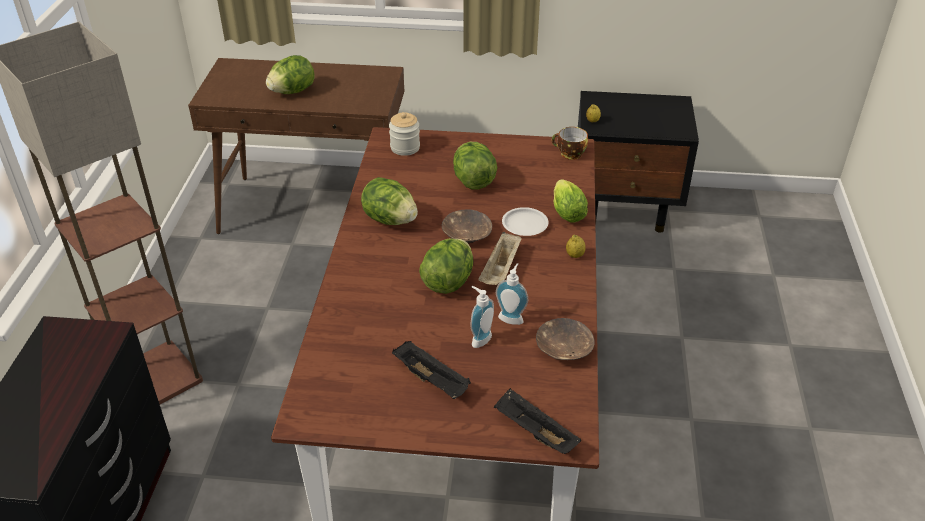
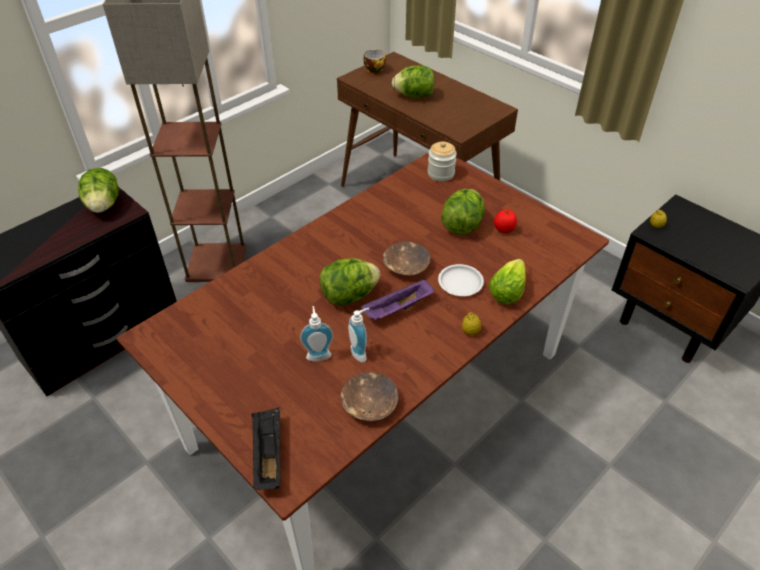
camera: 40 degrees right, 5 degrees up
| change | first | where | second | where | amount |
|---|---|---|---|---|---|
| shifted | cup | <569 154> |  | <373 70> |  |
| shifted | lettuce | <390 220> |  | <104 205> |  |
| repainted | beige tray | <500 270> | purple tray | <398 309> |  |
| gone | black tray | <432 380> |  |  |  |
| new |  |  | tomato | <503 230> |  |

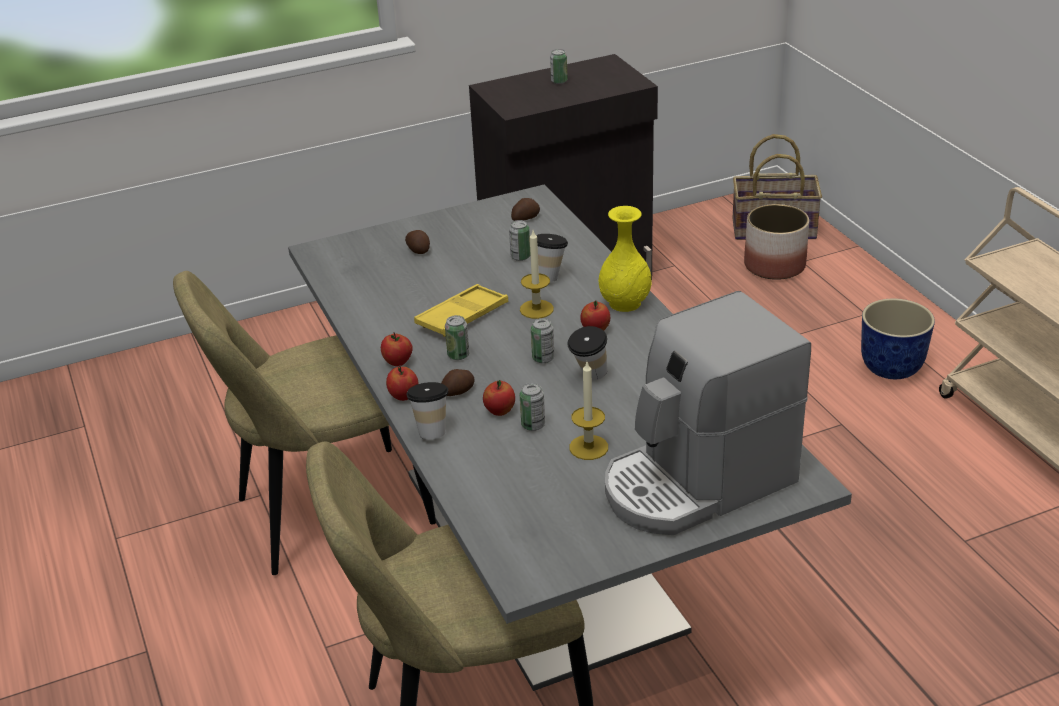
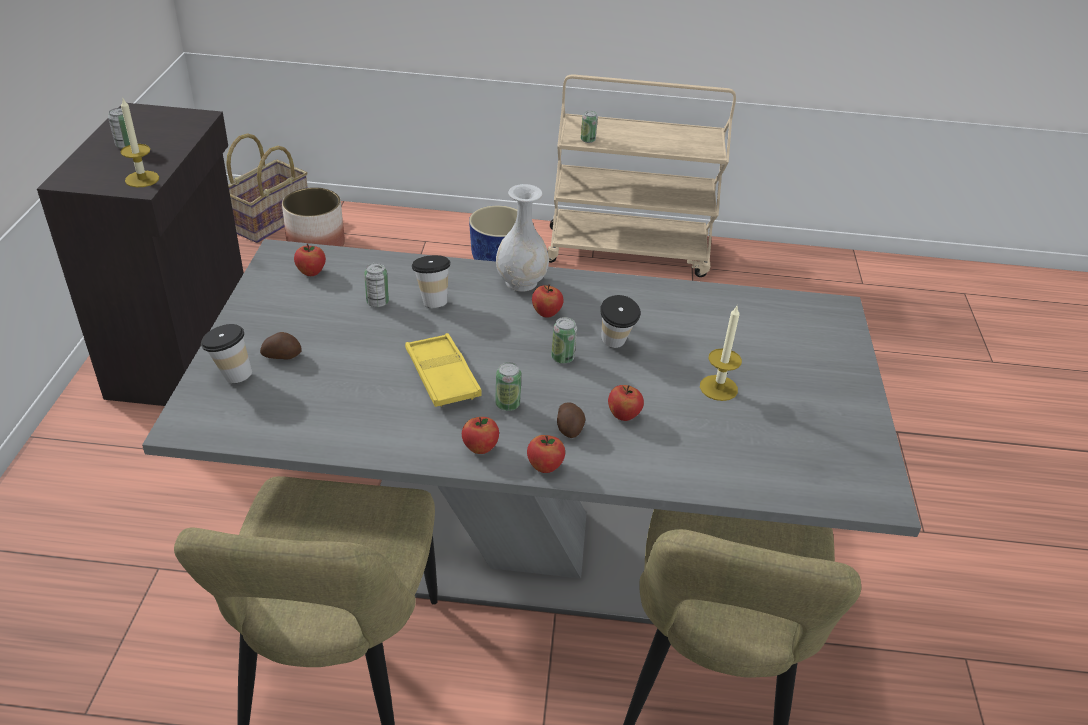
camera: 65 degrees left, 5 degrees up
| change | first | where | second | where | amount |
|---|---|---|---|---|---|
| swapped | potato | <525 218> | apple | <311 272> |  |
| repainted | yellow vase | <625 303> | white vase | <522 282> |  |
| shifted | candle | <536 309> |  | <142 179> |  |
| gone | coffee machine | <697 483> |  |  |  |
| shifted | cup | <431 430> |  | <231 375> |  |
| shifted | can | <533 425> |  | <588 140> |  |

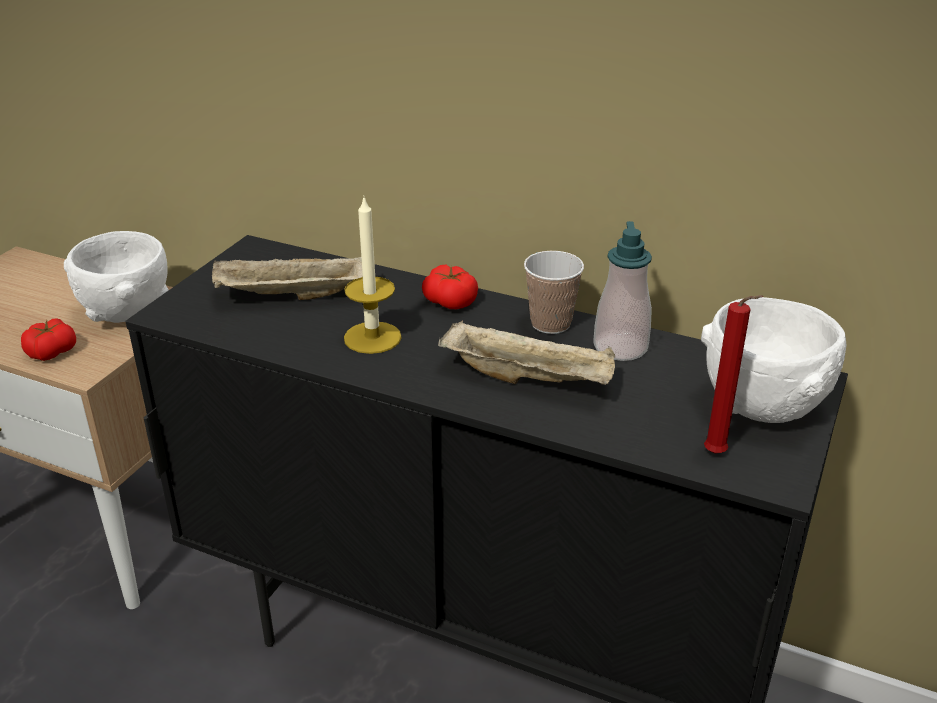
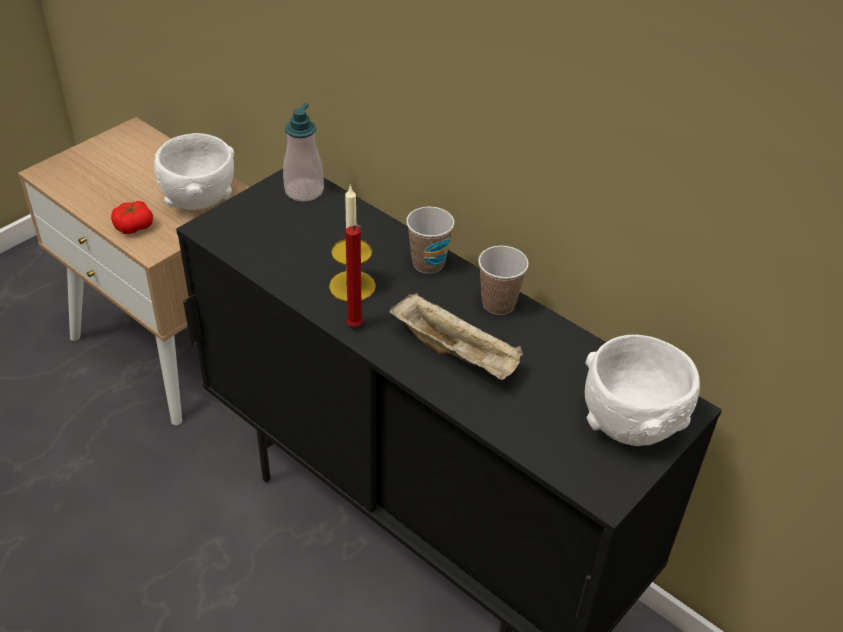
camera: 15 degrees right, 10 degrees up
| change | first | where | second | where | amount |
|---|---|---|---|---|---|
| shifted | soap dispenser | <620 347> |  | <304 191> |  |
| gone | beige tray | <291 296> |  |  |  |
| swapped | tomato | <450 301> | cup | <428 263> |  |
| shifted | red candle | <718 455> |  | <356 327> |  |

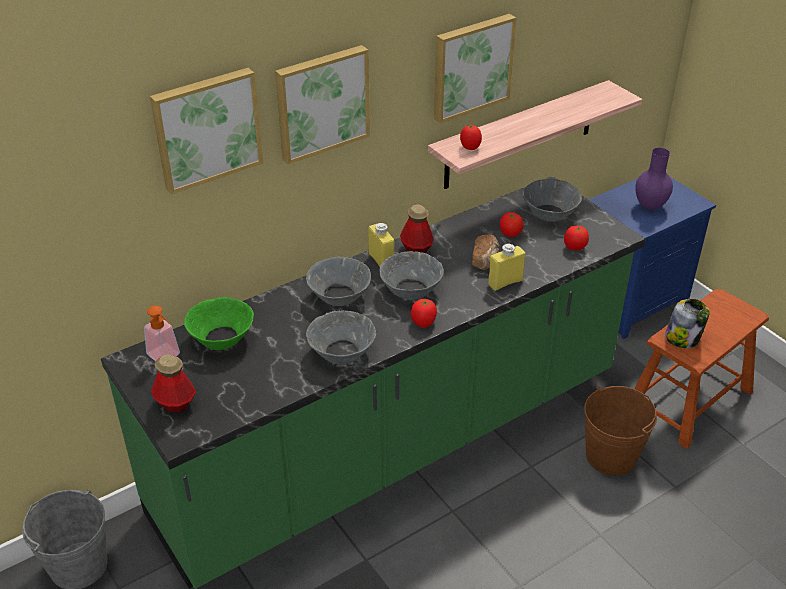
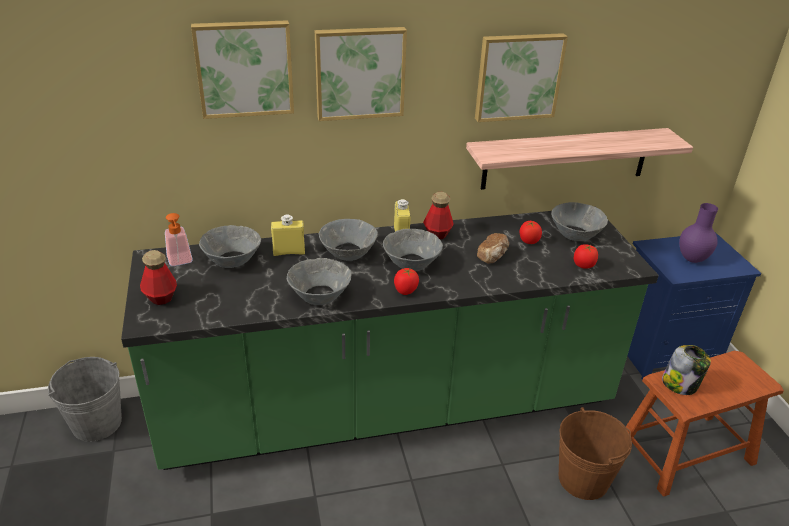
camera: 20 degrees right, 5 degrees down
| change | first | where | second | where | amount |
|---|---|---|---|---|---|
| gone | tomato | <470 147> |  |  |  |
| shifted | yellow bottle | <505 282> |  | <289 252> |  |
| repainted | green bowl | <222 338> | grey bowl | <232 260> |  |

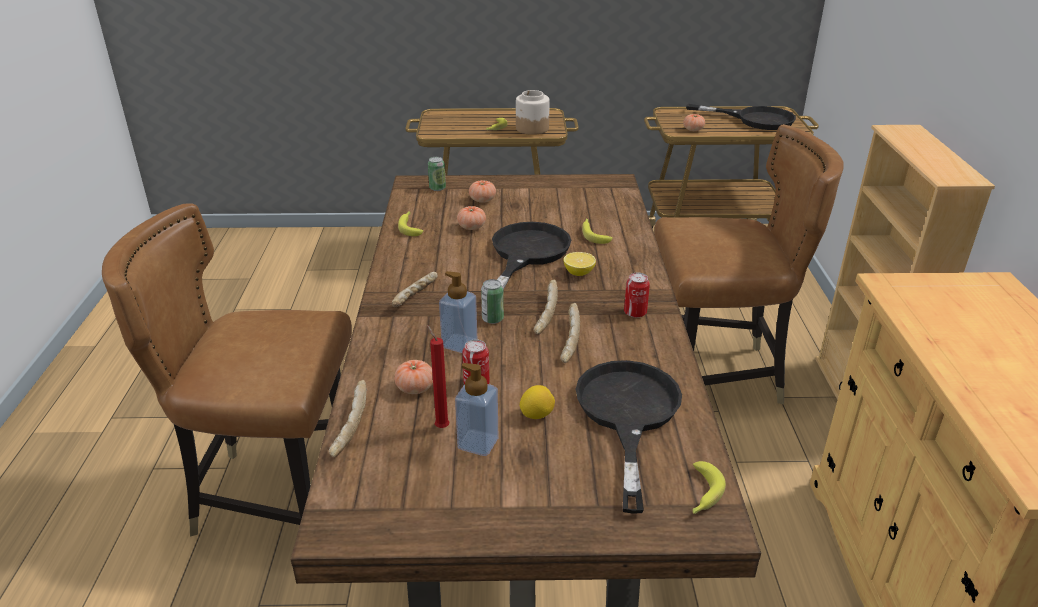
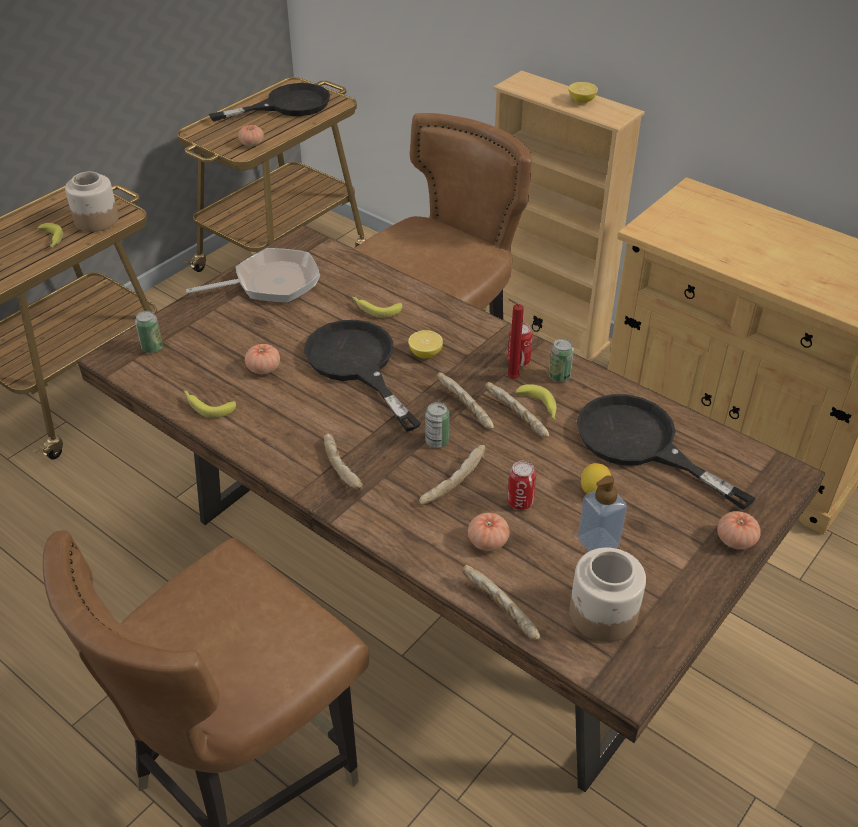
camera: 50 degrees left, 10 degrees up
| change | first | where | second | where | amount |
|---|---|---|---|---|---|
| shifted | tomato | <482 200> |  | <735 540> |  |
| swapped | soap dispenser | <459 344> | bread | <452 481> |  |
| shifted | red candle | <440 426> |  | <511 378> |  |
| shifted | banana | <701 495> |  | <539 407> |  |
| new |  |  | lemon | <581 101> |  |
| new |  |  | frying pan | <271 283> |  |
| new |  |  | can | <559 376> |  |
| new |  |  | jar | <602 615> |  |

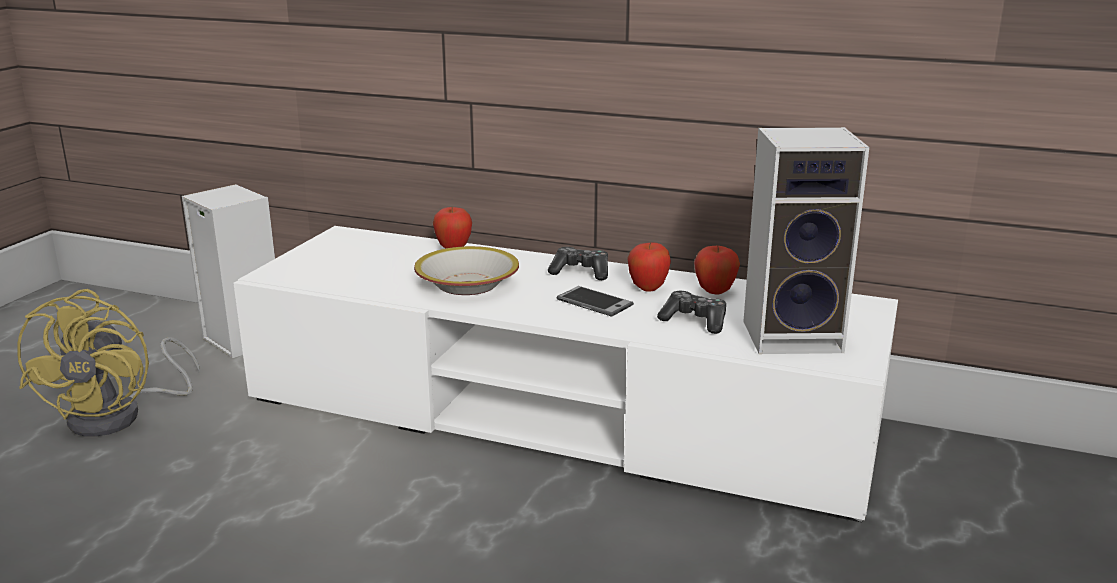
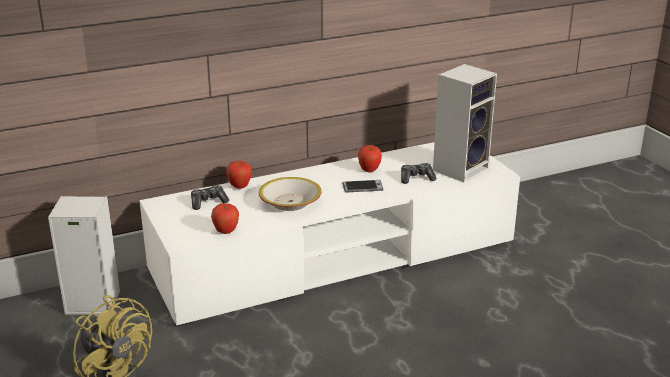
camera: 45 degrees left, 5 degrees up
| change | first | where | second | where | amount |
|---|---|---|---|---|---|
| shifted | apple | <715 292> |  | <226 232> |  |
| shifted | game controller | <581 272> |  | <208 202> |  |

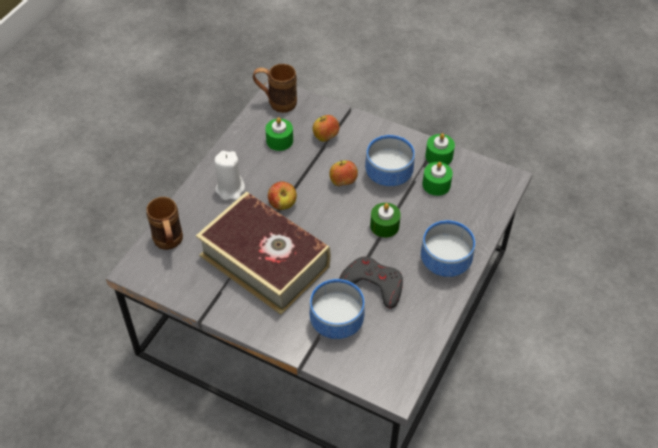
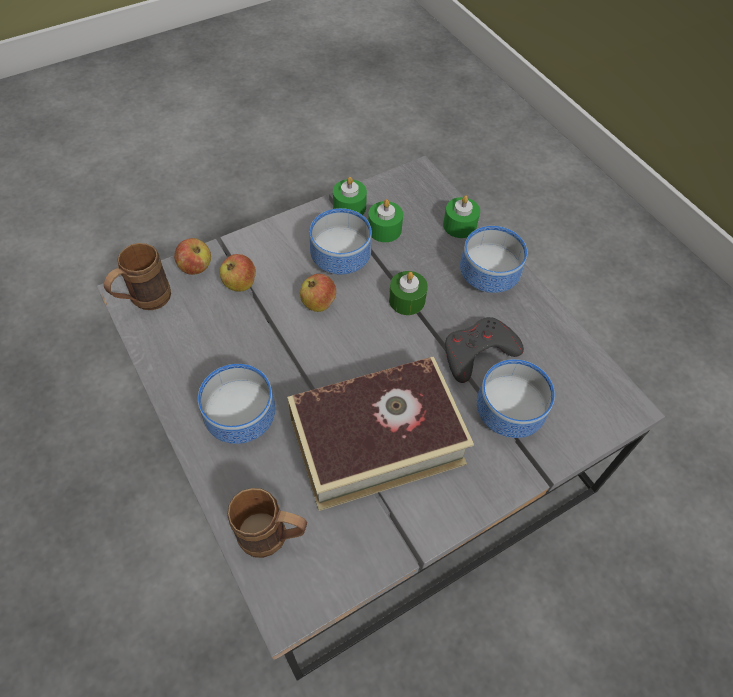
camera: 60 degrees left, 5 degrees up
| change | first | where | second | where | amount |
|---|---|---|---|---|---|
| shifted | green candle | <279 140> |  | <459 225> |  |
| swapped | white candle | <230 189> | bowl | <238 420> |  |
| shifted | apple | <282 204> |  | <196 267> |  |

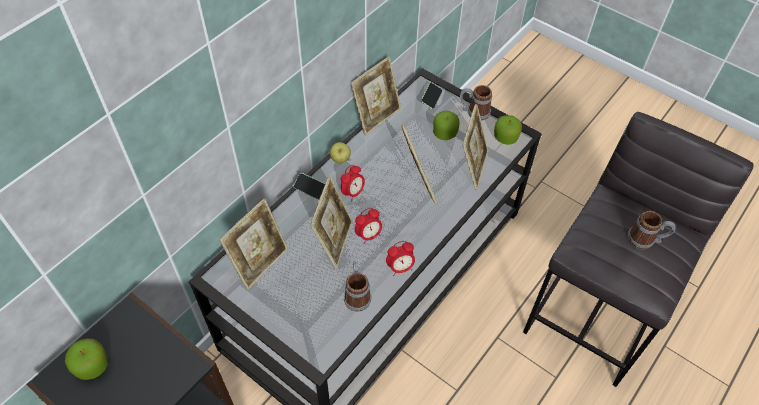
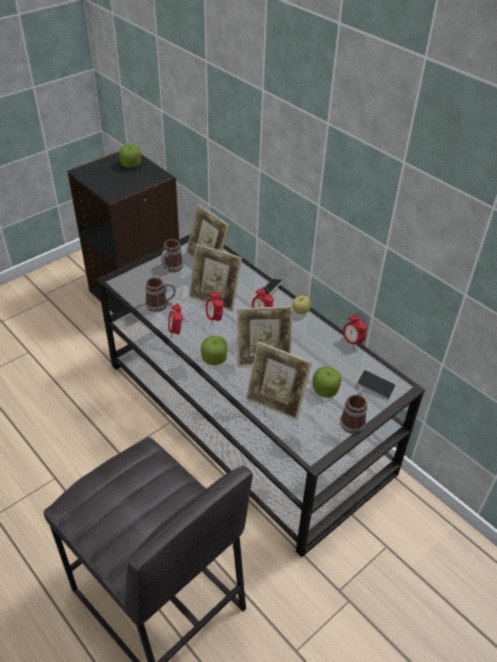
camera: 100 degrees right, 10 degrees down
| change | first | where | second | where | amount |
|---|---|---|---|---|---|
| swapped | picture frame | <376 116> | alarm clock | <352 342> |  |
| shifted | apple | <505 137> |  | <214 359> |  |
| shifted | mug | <646 240> |  | <171 268> |  |

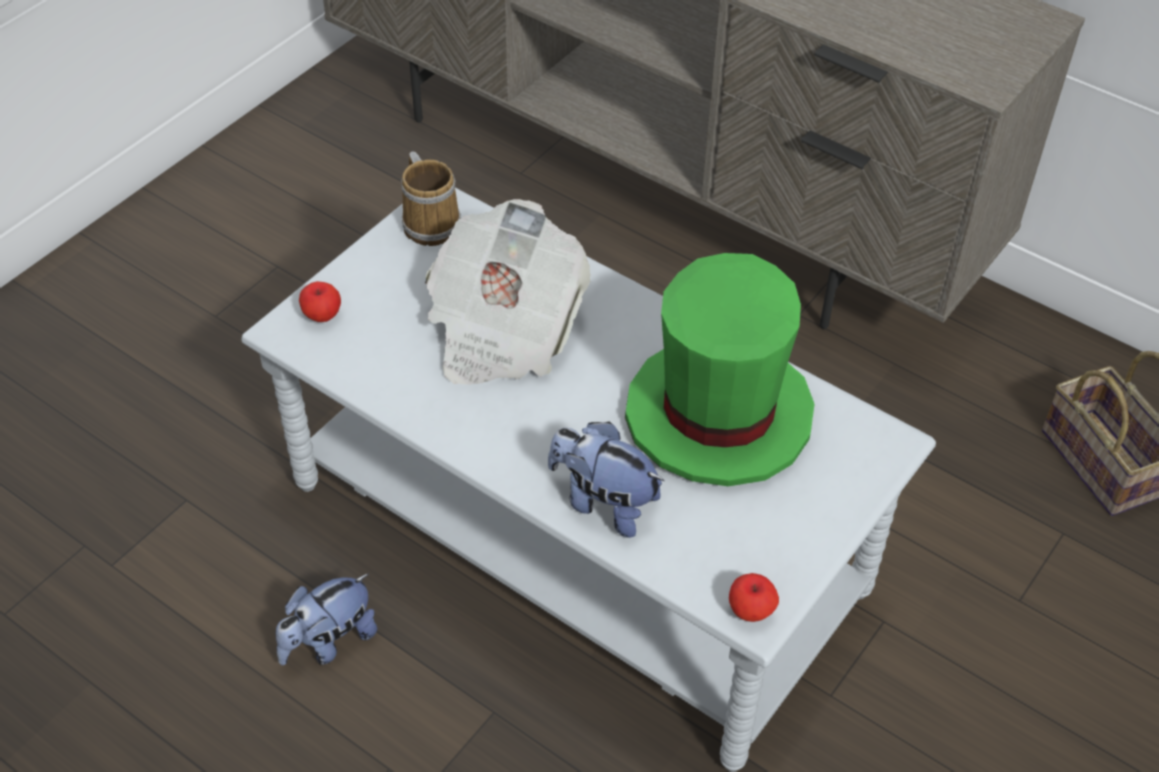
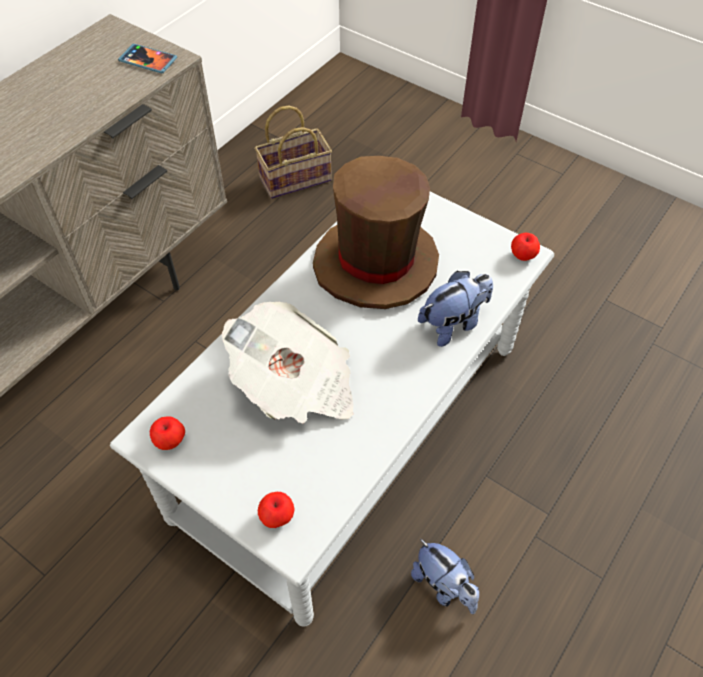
camera: 90 degrees left, 5 degrees up
| change | first | where | second | where | amount |
|---|---|---|---|---|---|
| swapped | mug | <432 222> | apple | <170 441> |  |
| repainted | green hat | <718 415> | brown hat | <376 264> |  |
| rotated | plush toy | <603 502> |  | <453 323> | 150 degrees counterclockwise |
| new |  |  | phone | <148 60> |  |

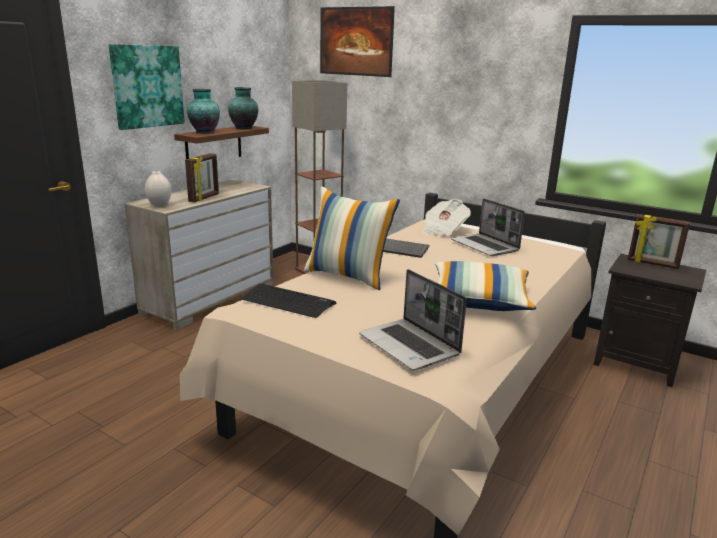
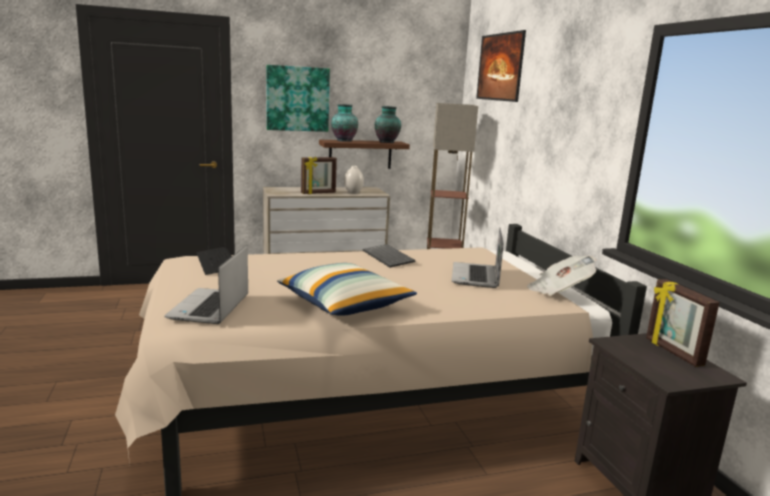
camera: 40 degrees right, 5 degrees down
| change | first | where | second | where | amount |
|---|---|---|---|---|---|
| shifted | white vase | <159 205> |  | <353 193> |  |
| gone | pillow | <348 276> |  |  |  |
| shifted | newspaper | <443 230> |  | <559 290> |  |

